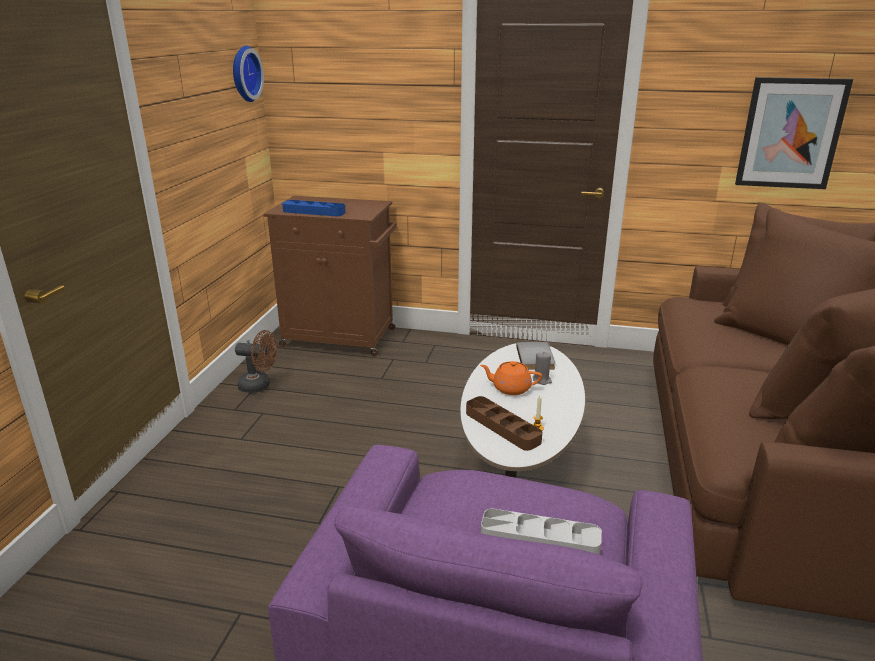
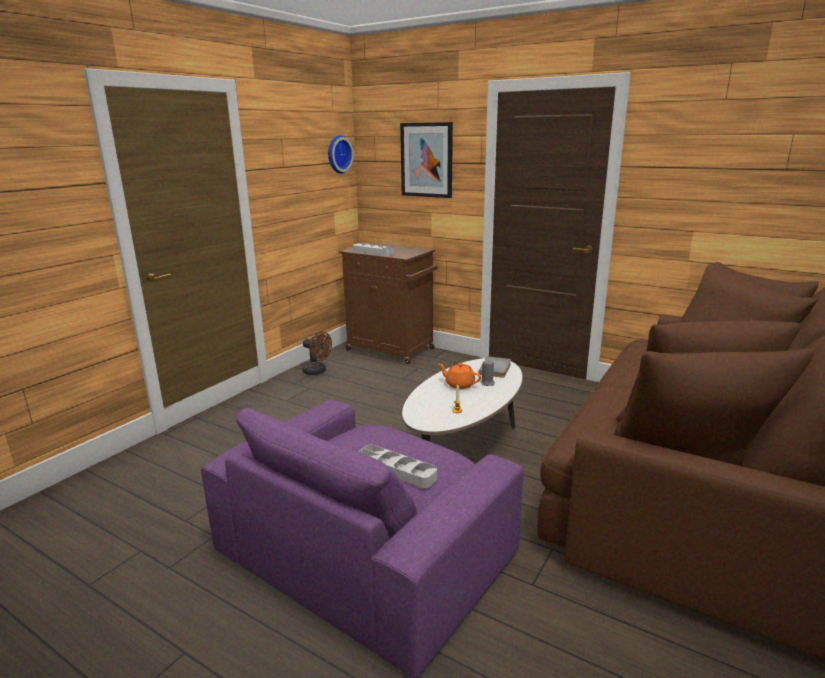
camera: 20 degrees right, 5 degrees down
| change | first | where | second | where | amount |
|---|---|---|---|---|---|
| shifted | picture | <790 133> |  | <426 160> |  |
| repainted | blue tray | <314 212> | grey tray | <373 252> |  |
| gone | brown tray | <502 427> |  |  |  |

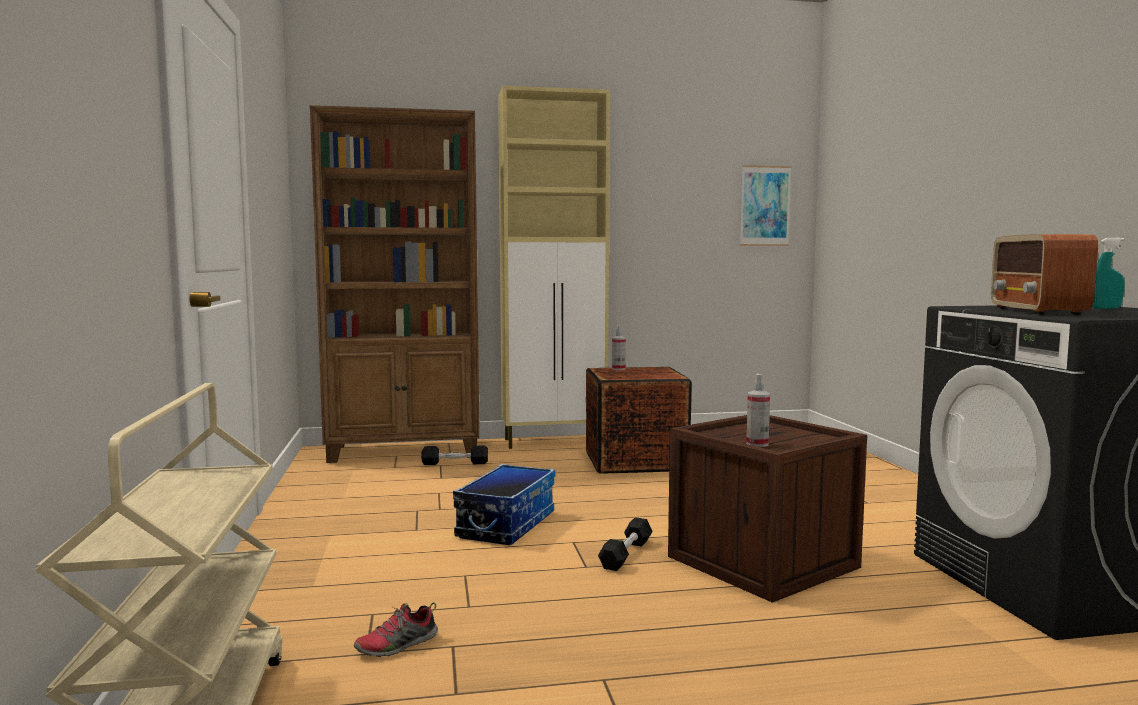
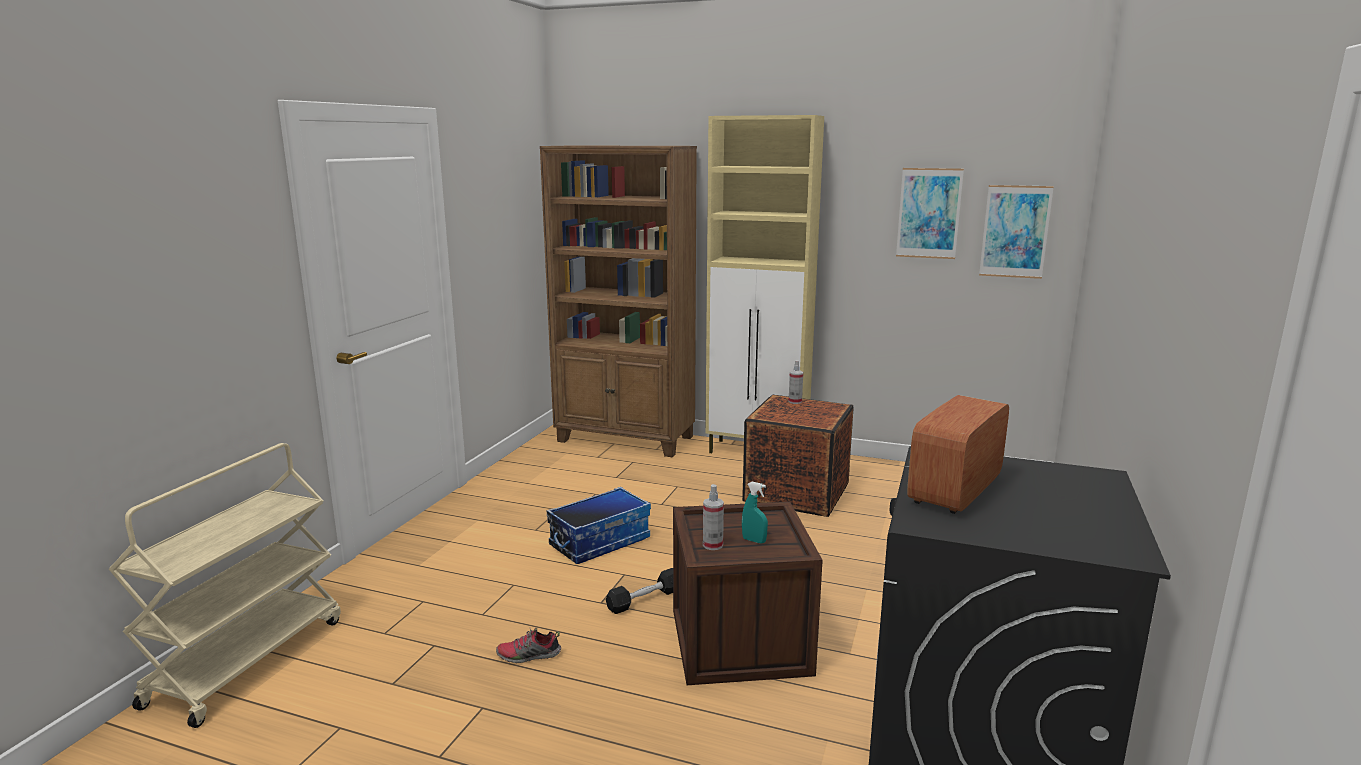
camera: 30 degrees right, 10 degrees up
| change | first | where | second | where | amount |
|---|---|---|---|---|---|
| shifted | turquoise spray bottle | <1106 308> |  | <754 540> |  |
| gone | black dumbbell | <455 463> |  |  |  |
| shifted | shoe | <397 646> |  | <528 656> |  |
| new |  |  | picture | <929 213> |  |

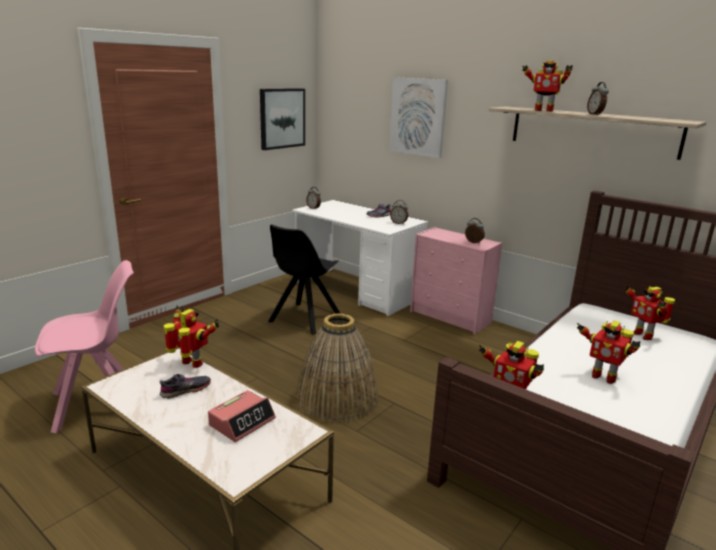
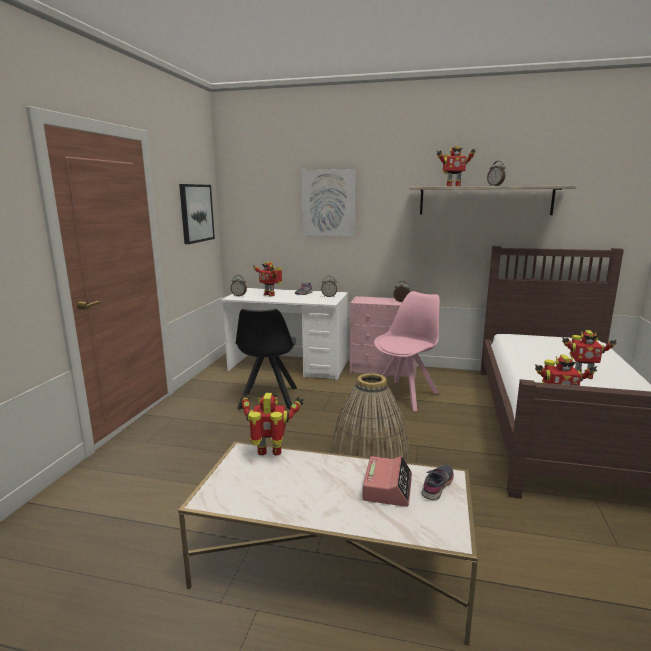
camera: 25 degrees left, 5 degrees down
| change | first | where | second | where | amount |
|---|---|---|---|---|---|
| shifted | pink chair | <98 403> |  | <405 394> |  |
| shifted | toy robot | <643 335> |  | <269 295> |  |
| shifted | grey shoe | <186 390> |  | <438 486> |  |

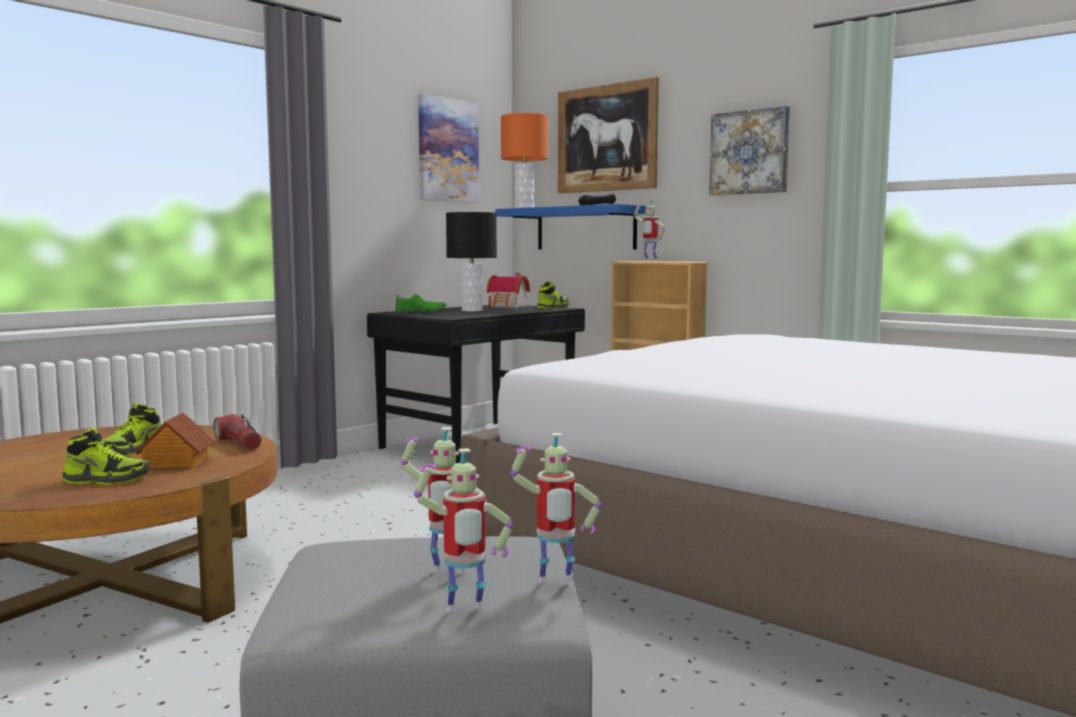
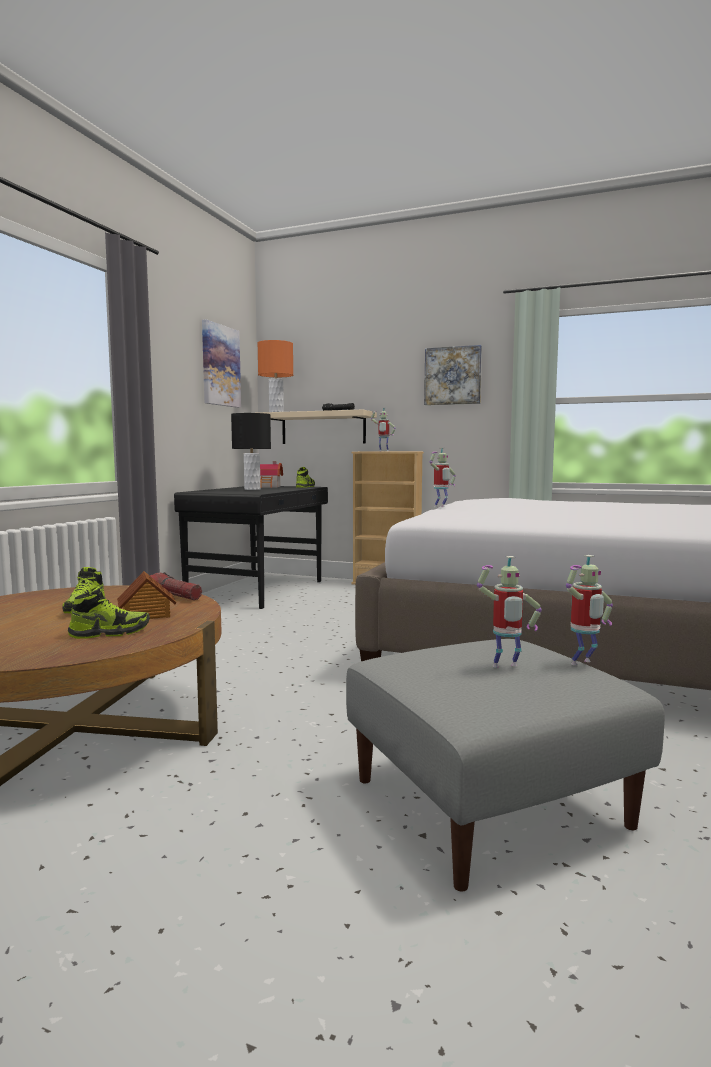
camera: 20 degrees left, 0 degrees up
| change | first | where | second | where | amount |
|---|---|---|---|---|---|
| gone | picture | <606 138> |  |  |  |
| repainted | blue shelf | <585 228> | beige shelf | <323 428> |  |
| gone | green shoe | <420 311> |  |  |  |
| shifted | toy robot | <464 610> |  | <440 507> |  |

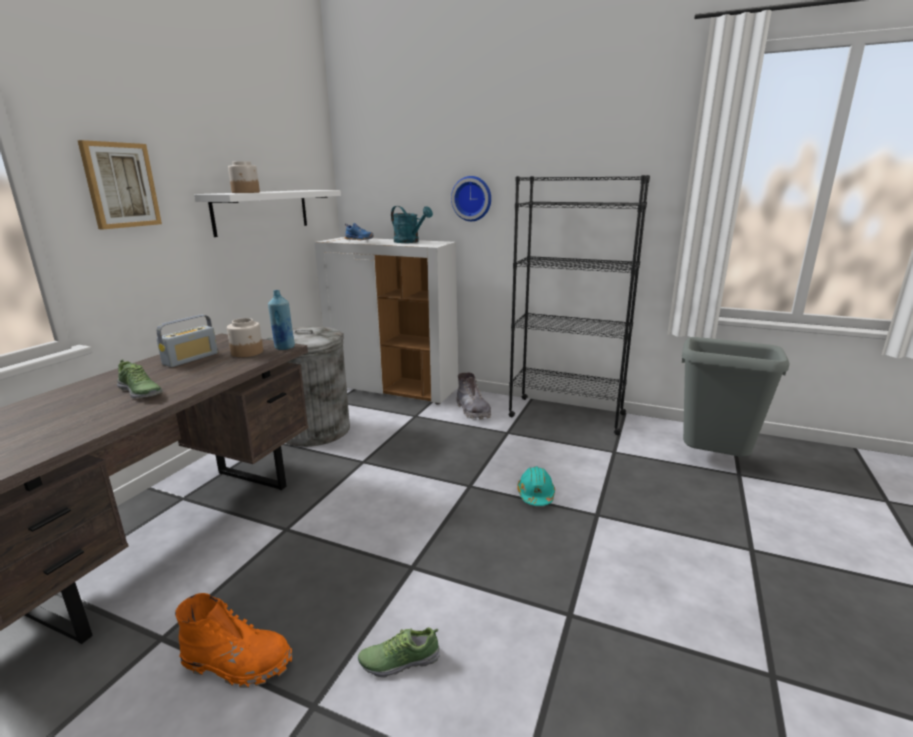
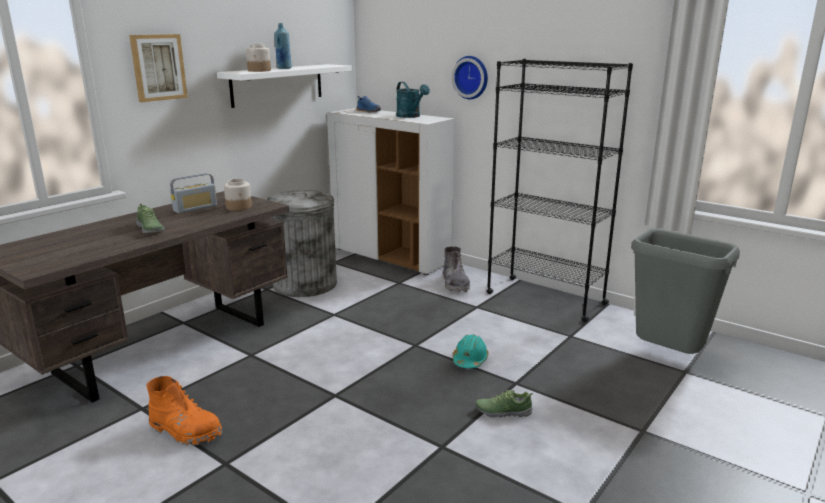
camera: 15 degrees right, 0 degrees up
| change | first | where | second | where | amount |
|---|---|---|---|---|---|
| shifted | blue bottle | <284 347> |  | <284 68> |  |
| shifted | shoe | <399 660> |  | <503 411> |  |

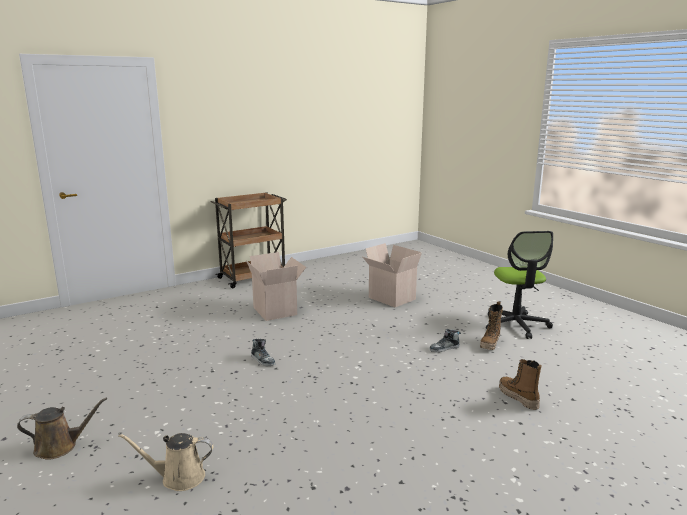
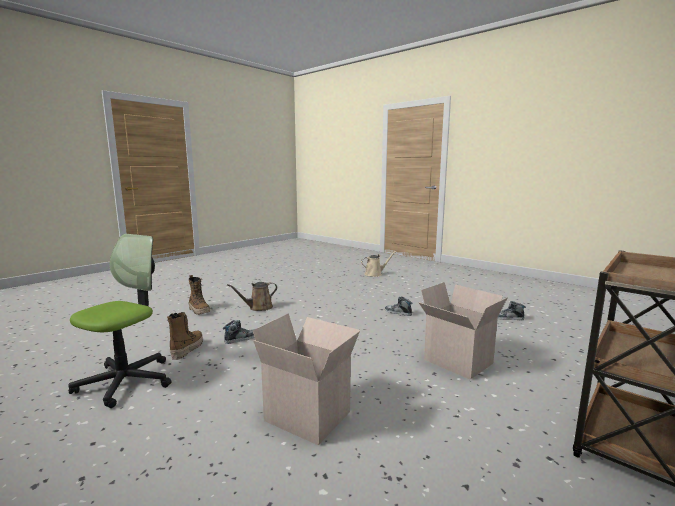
camera: 165 degrees right, 5 degrees down
| change | first | where | second | where | amount |
|---|---|---|---|---|---|
| rotated | office chair | <516 325> |  | <126 381> | 45 degrees clockwise |
| shifted | brown watering can | <60 447> |  | <258 308> |  |
| new |  |  | shoe | <508 318> |  |

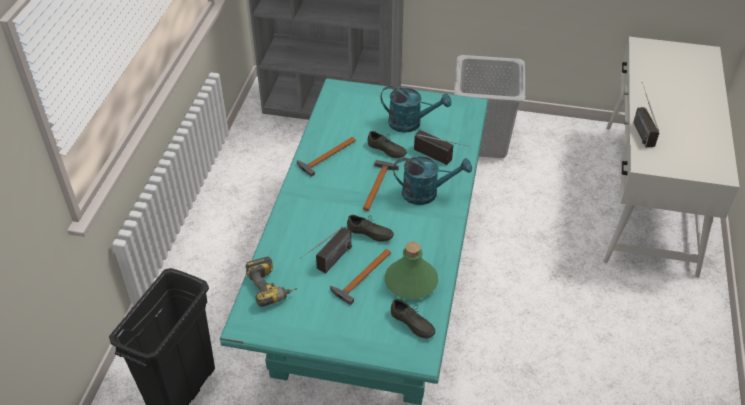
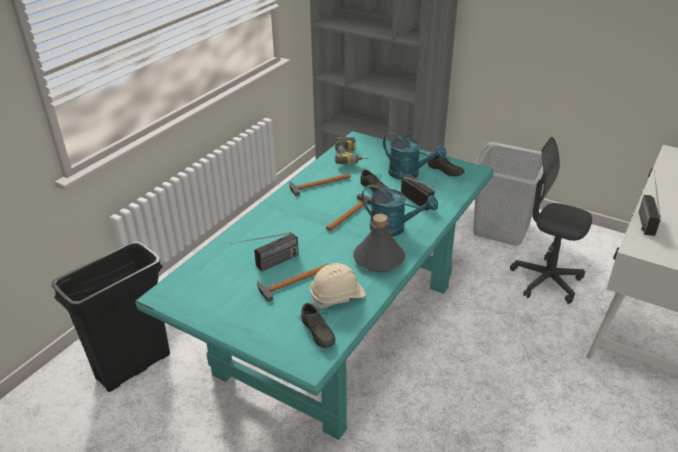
camera: 20 degrees right, 10 degrees down
| change | first | where | second | where | amount |
|---|---|---|---|---|---|
| shifted | grey shoe | <369 234> |  | <444 171> |  |
| swapped | green bottle | <411 282> | beige hard hat | <338 296> |  |
| shifted | power drill | <272 287> |  | <350 158> |  |
| new |  |  | grey office chair | <546 281> |  |
| new |  |  | grey bottle | <379 259> |  |

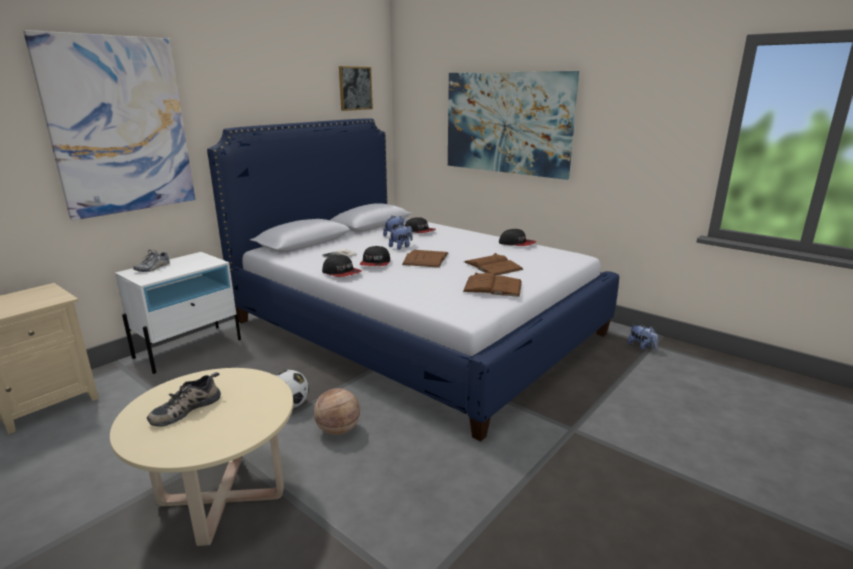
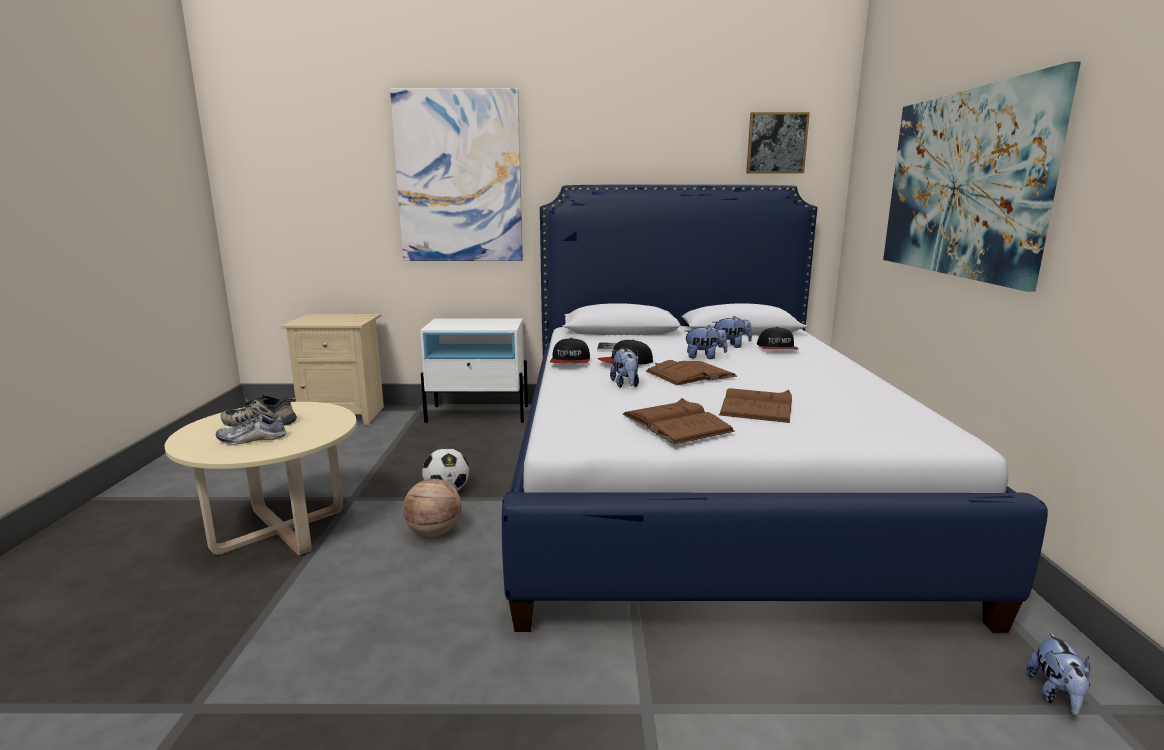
camera: 50 degrees right, 5 degrees down
| change | first | where | second | where | amount |
|---|---|---|---|---|---|
| gone | cap | <517 243> |  |  |  |
| shifted | shoe | <153 268> |  | <252 439> |  |
| new |  |  | plush toy | <626 385> |  |

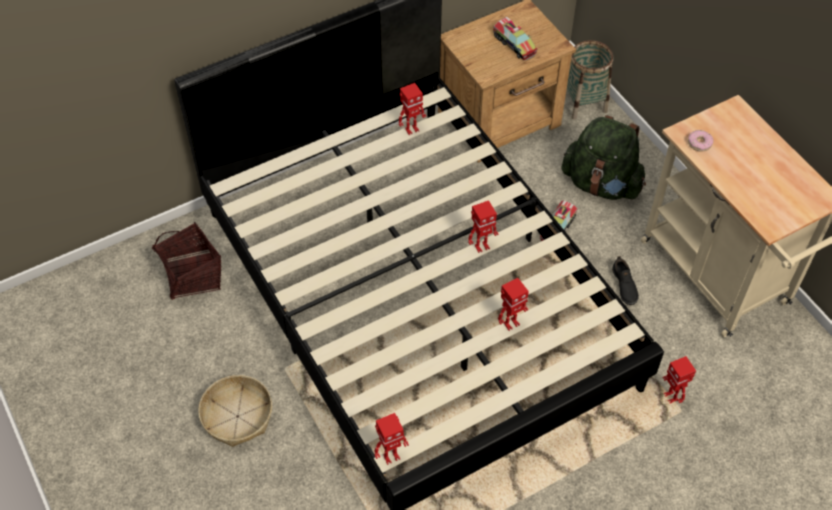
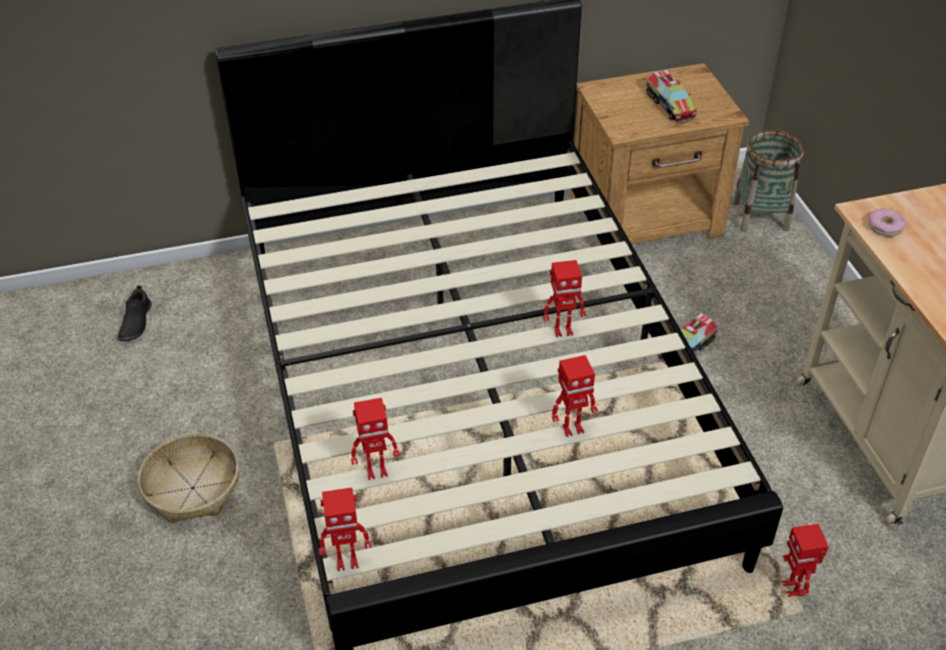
camera: 15 degrees right, 10 degrees down
| change | first | where | second | where | amount |
|---|---|---|---|---|---|
| shifted | toy robot | <411 129> |  | <376 471> |  |
| gone | green backpack | <601 184> |  |  |  |
| gone | basket | <192 275> |  |  |  |
| shifted | black shoe | <624 286> |  | <135 322> |  |

